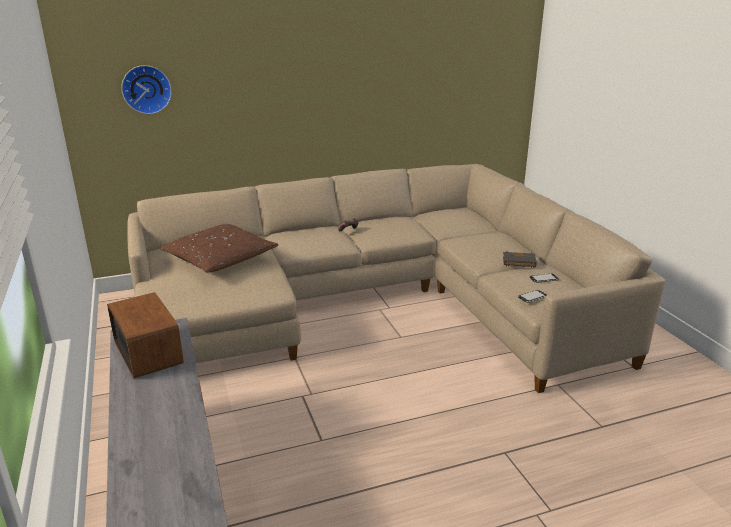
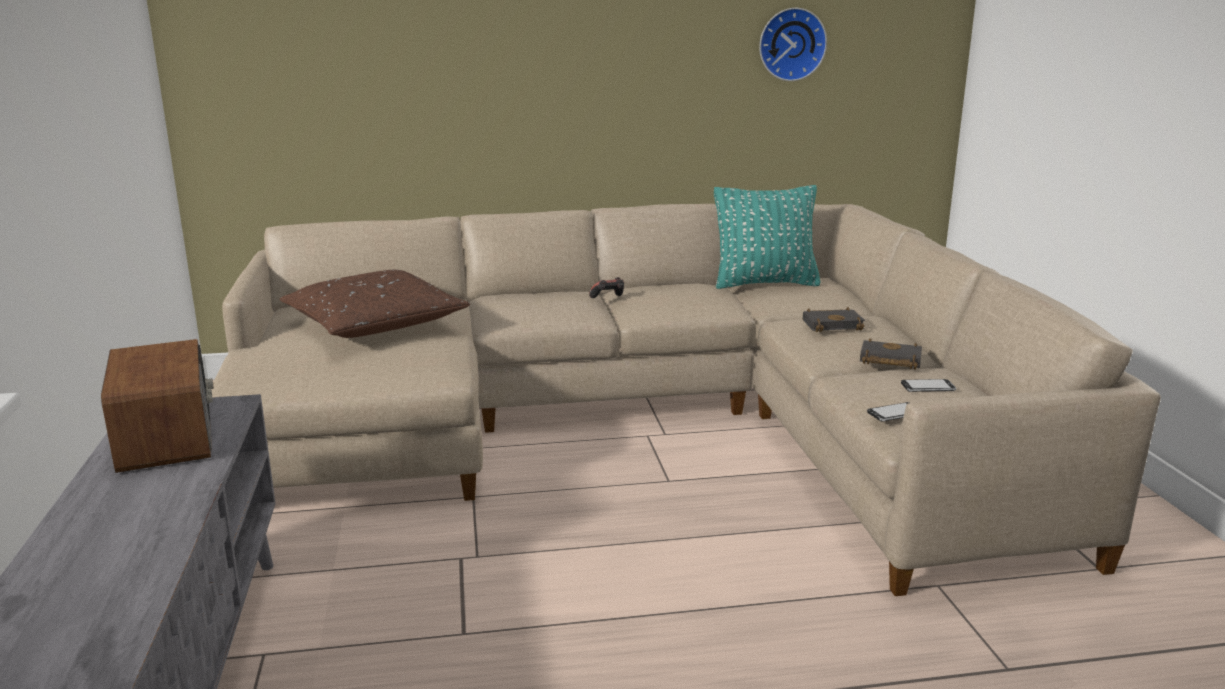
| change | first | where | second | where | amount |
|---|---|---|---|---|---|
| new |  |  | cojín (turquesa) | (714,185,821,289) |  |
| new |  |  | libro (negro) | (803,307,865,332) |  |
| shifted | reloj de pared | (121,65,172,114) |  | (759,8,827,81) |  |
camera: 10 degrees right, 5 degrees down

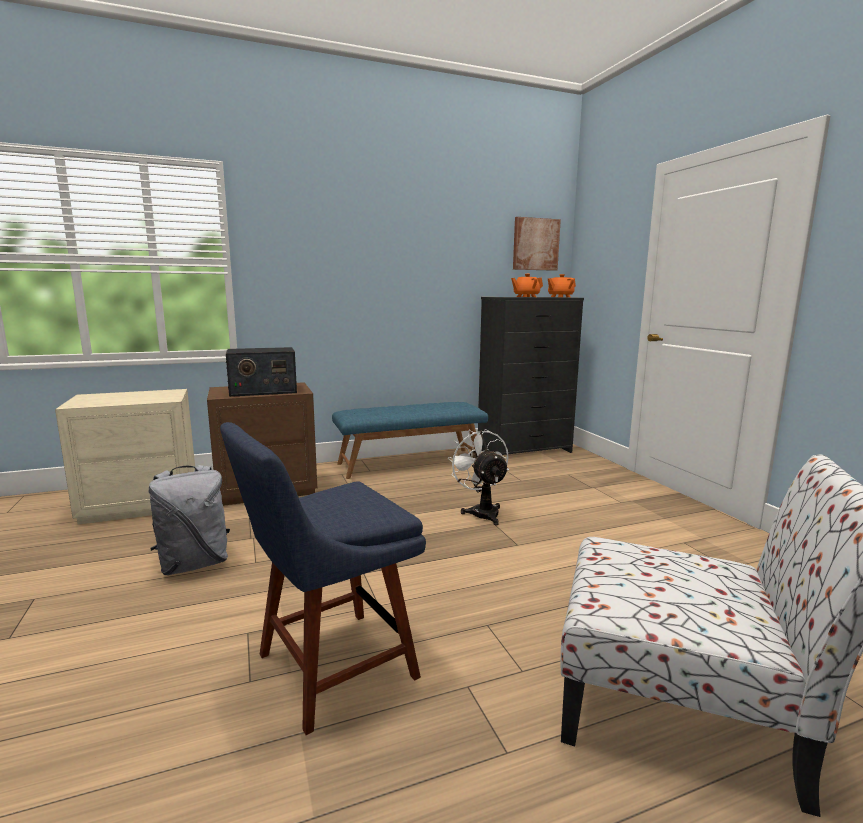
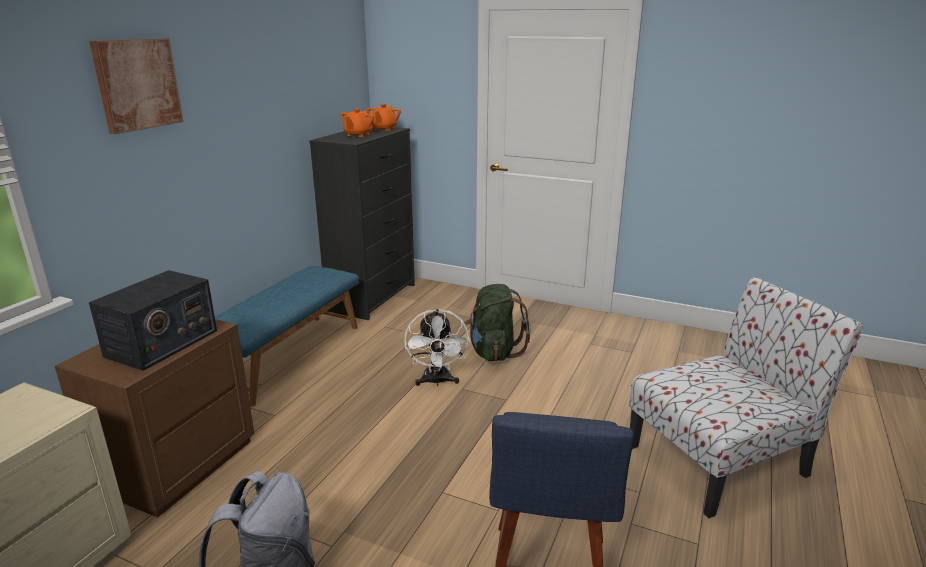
| change | first | where | second | where | amount |
|---|---|---|---|---|---|
| new |  |  | mochila (verde) | (464,284,531,361) |  |
| shifted | cuadro | (513,217,561,271) |  | (89,38,183,134) |  |
| rotated | ventilador (blanco) | (448,429,509,525) |  | (404,309,470,386) | 120 degrees counterclockwise |
camera: 45 degrees left, 10 degrees up

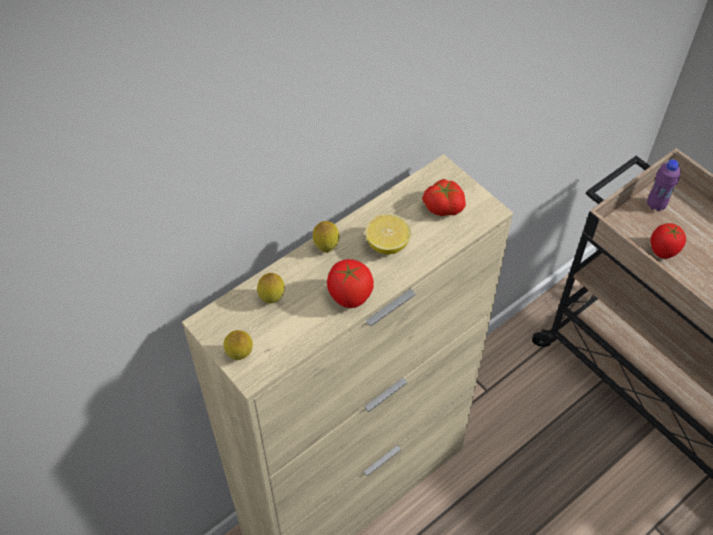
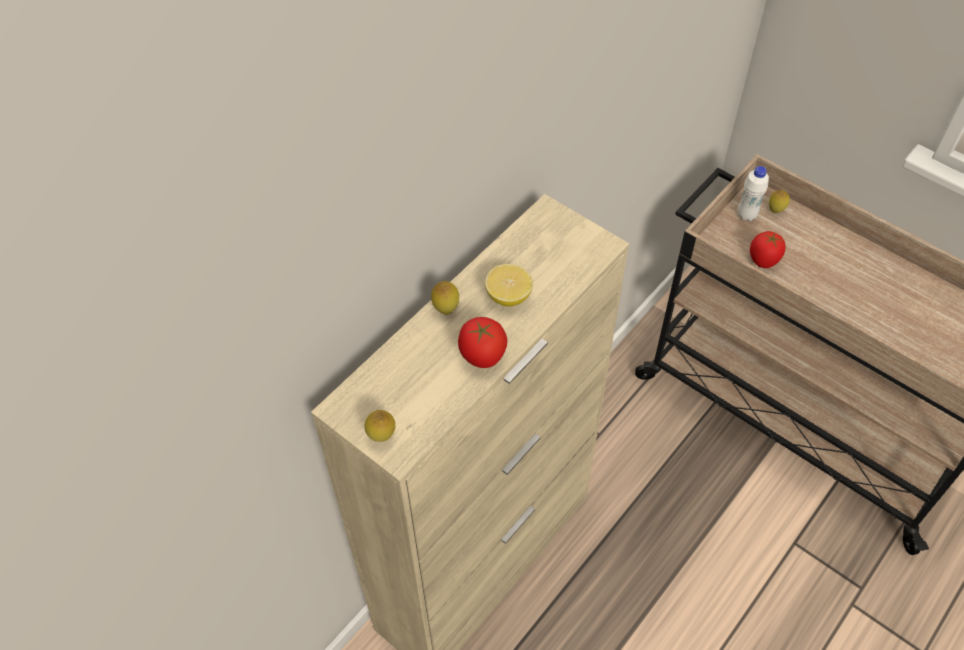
| change | first | where | second | where | amount |
|---|---|---|---|---|---|
| gone | tomate | (422,179,466,216) |  |  |  |
| shifted | limón | (257,273,285,304) |  | (769,190,790,213) |  |
| repainted | botella (morado) | (647,159,681,211) | botella (blanco) | (738,166,769,221) |  |
camera: 10 degrees left, 0 degrees up

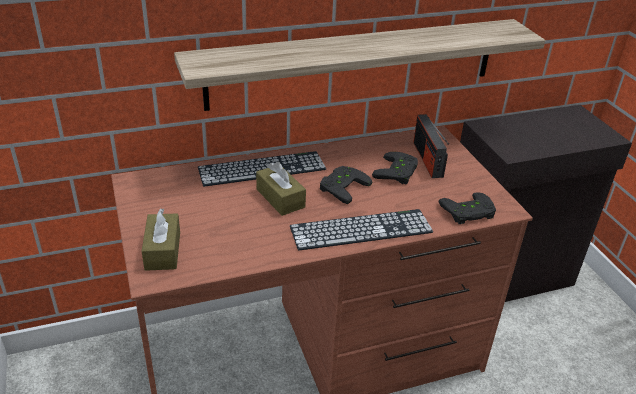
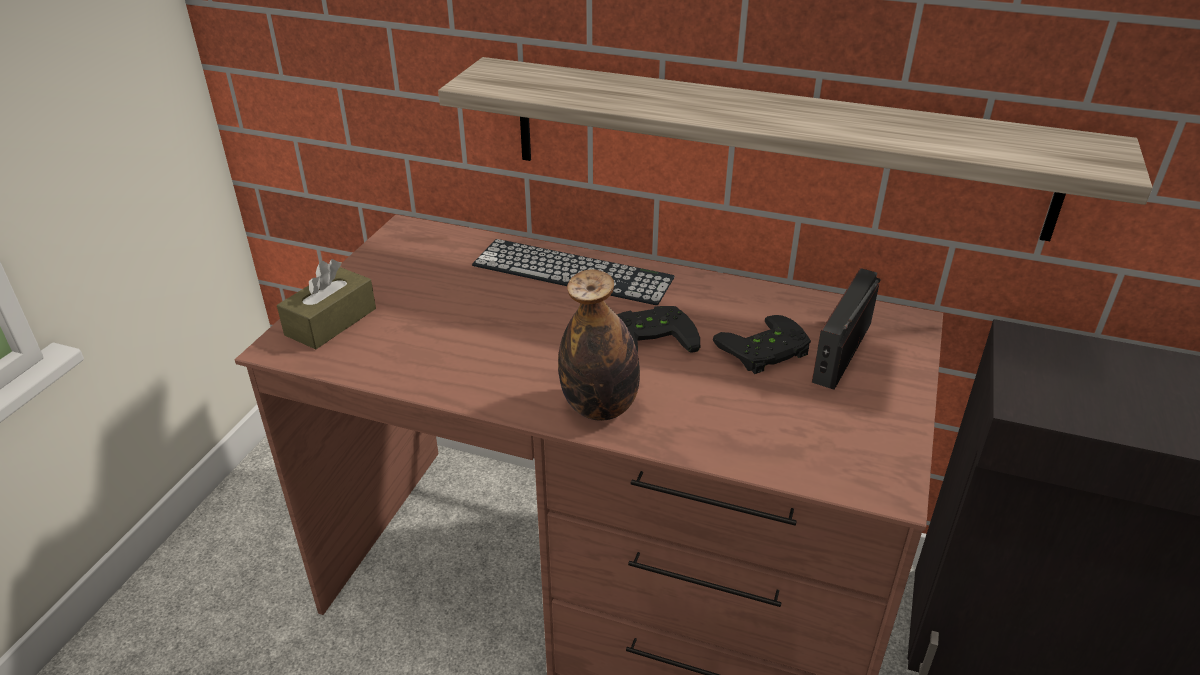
| change | first | where | second | where | amount |
|---|---|---|---|---|---|
| gone | caja de pañuelos (marrón) | (256,162,306,216) |  |  |  |
| gone | mando de consola (negro) | (438,192,496,224) |  |  |  |
| swapped | teclado | (290,209,433,251) | botella | (558,270,640,421) |  |
camera: 40 degrees right, 0 degrees up

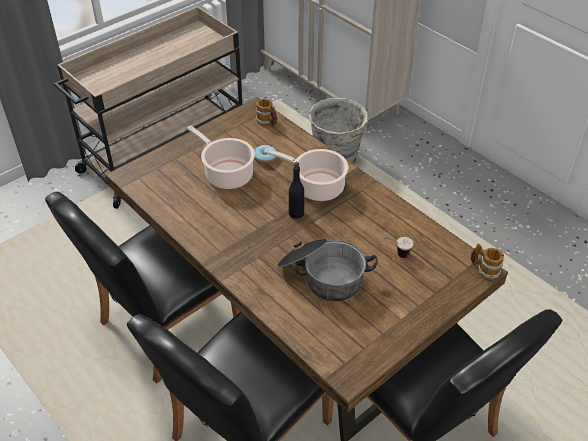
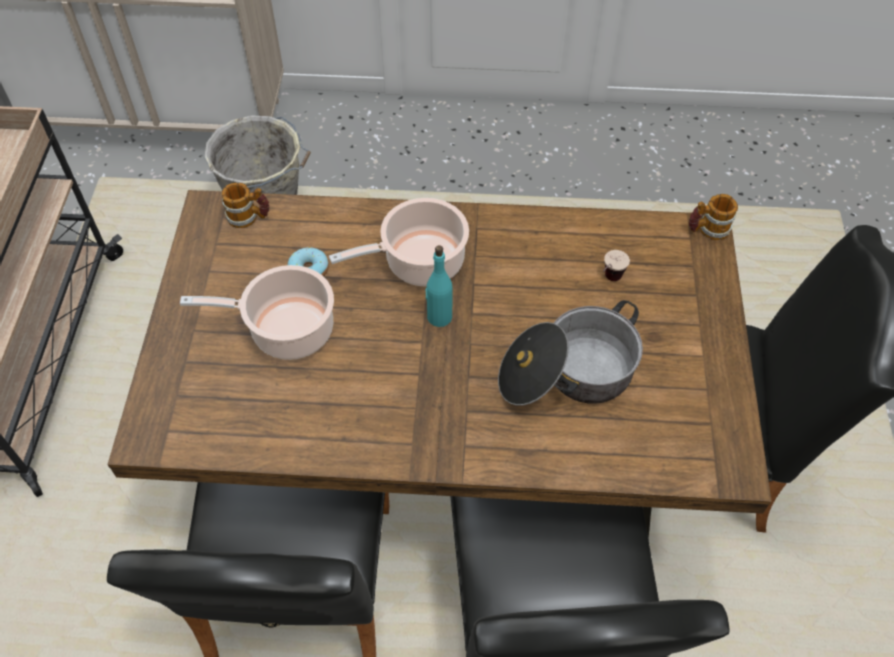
| change | first | where | second | where | amount |
|---|---|---|---|---|---|
| repainted | botella (negro) | (289,162,304,219) | botella (turquesa) | (426,245,453,327) |  |
camera: 45 degrees left, 10 degrees up

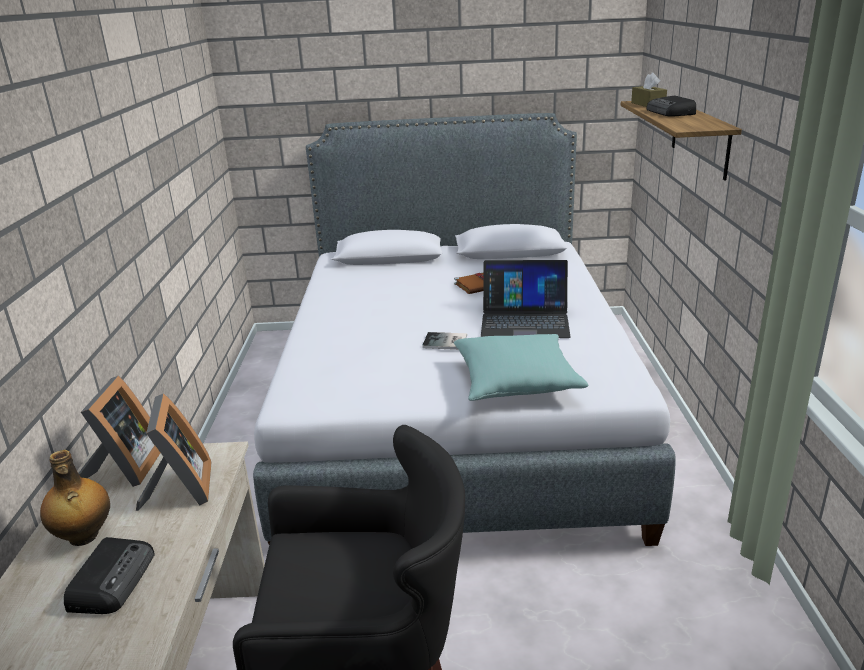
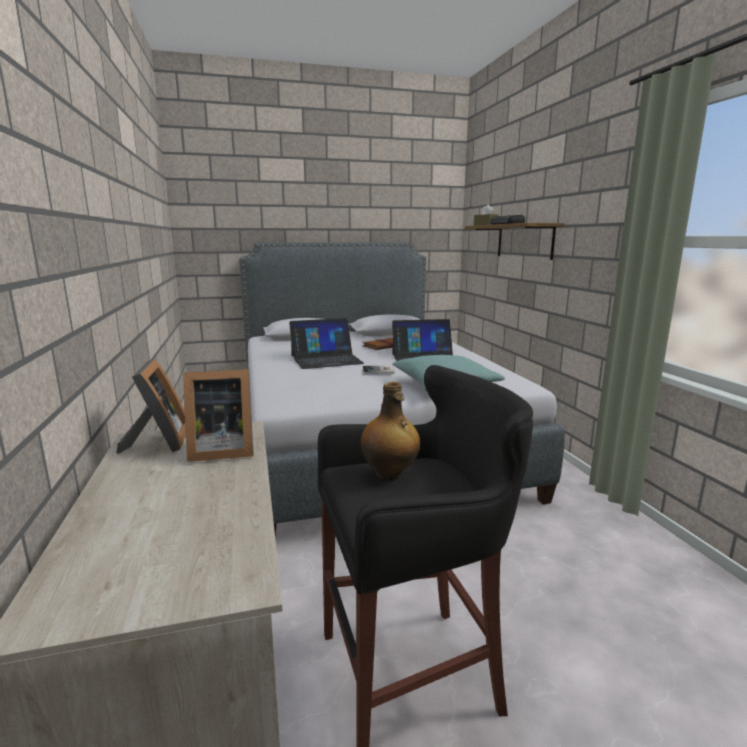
| change | first | where | second | where | amount |
|---|---|---|---|---|---|
| gone | radio | (64,537,155,614) |  |  |  |
| new |  |  | portátil | (289,318,364,369) |  |
| shifted | botella | (40,450,110,546) |  | (360,382,420,480) |  |
| rotated | portarretratos | (136,393,211,511) |  | (184,369,254,462) | 105 degrees clockwise |
camera: 15 degrees left, 10 degrees down

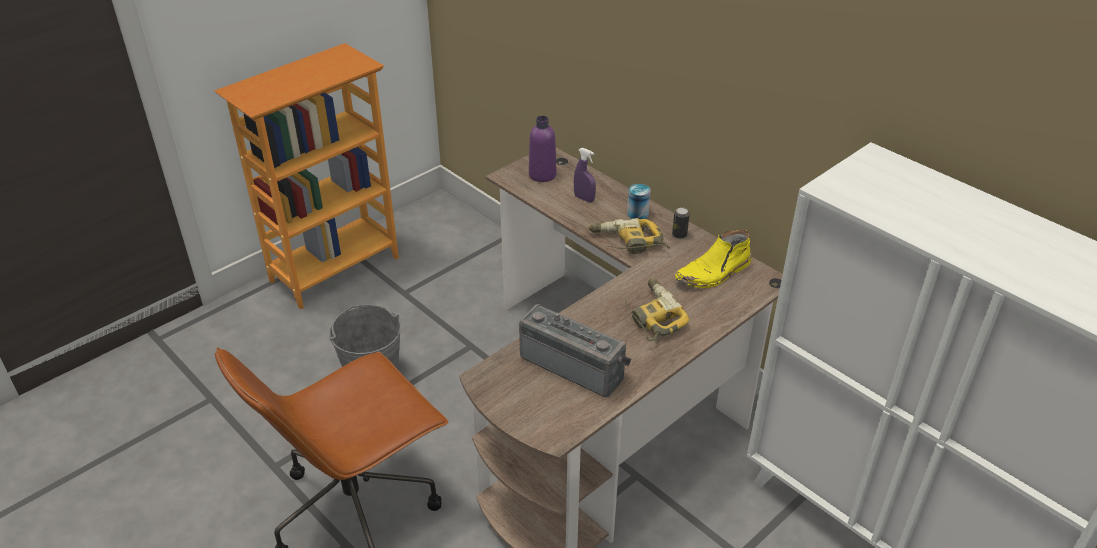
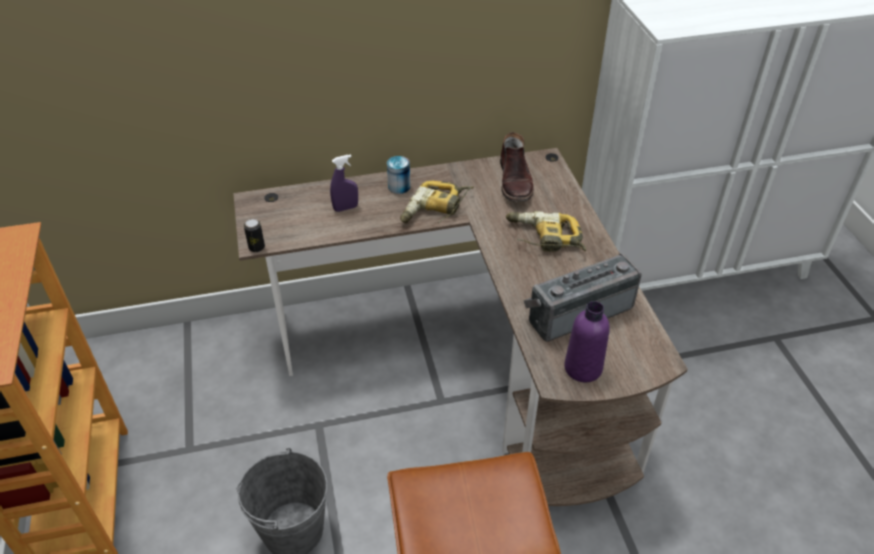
| change | first | where | second | where | amount |
|---|---|---|---|---|---|
| shifted | botella (morado) | (529,116,557,182) |  | (564,301,610,382) |  |
| shifted | lata | (672,207,690,239) |  | (244,219,265,252) |  |
| repainted | bota (amarillo) | (675,230,751,288) | bota (marrón) | (500,132,534,202) |  |
camera: 60 degrees left, 5 degrees up

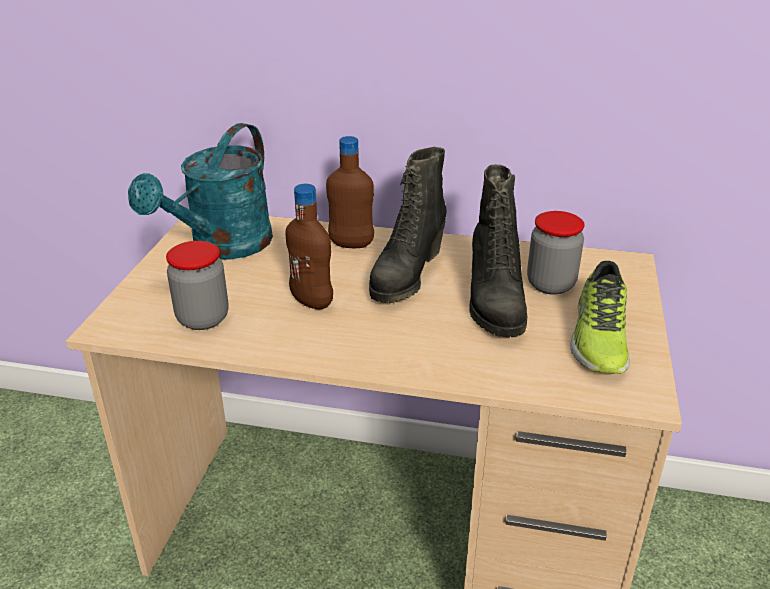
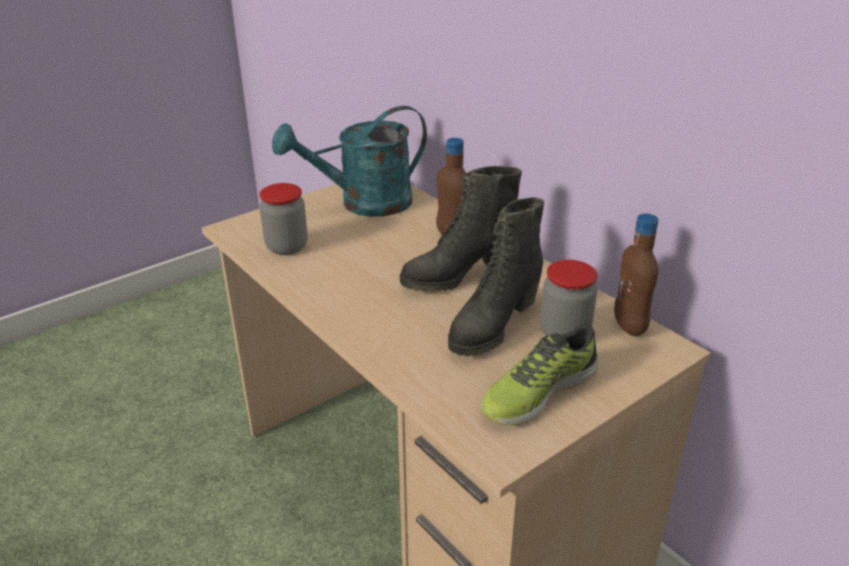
| change | first | where | second | where | amount |
|---|---|---|---|---|---|
| shifted | botella (marrón) | (286,184,333,309) |  | (614,214,659,336) |  |
camera: 40 degrees right, 0 degrees up

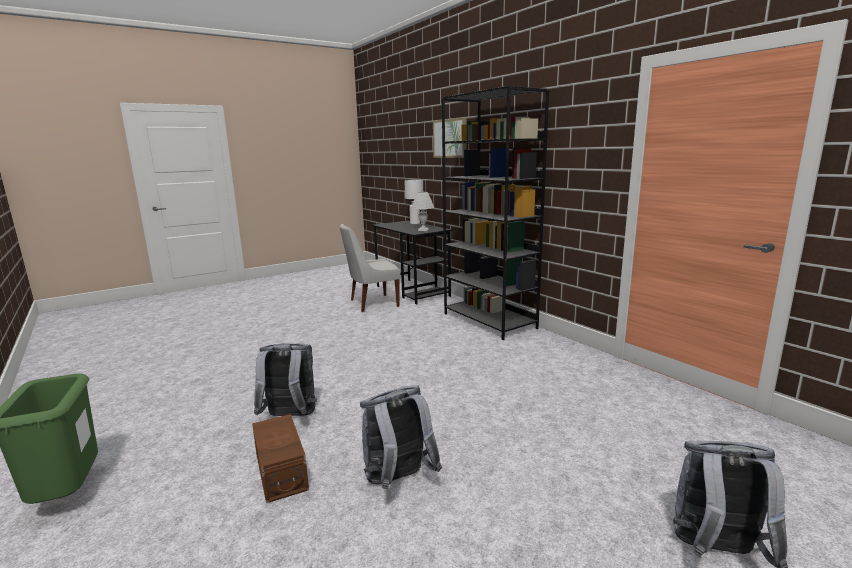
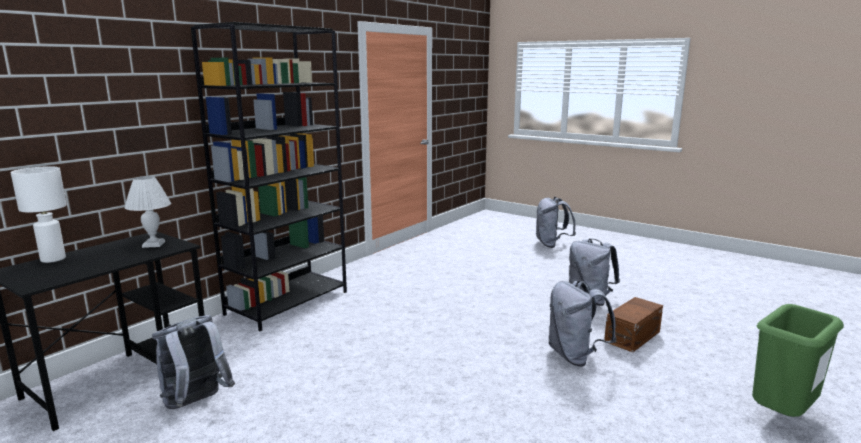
| change | first | where | second | where | amount |
|---|---|---|---|---|---|
| gone | cuadro | (433,117,466,158) |  |  |  |
| swapped | silla (blanco) | (340,224,401,312) | mochila (gris) | (152,315,235,409) |  |
camera: 110 degrees left, 0 degrees up

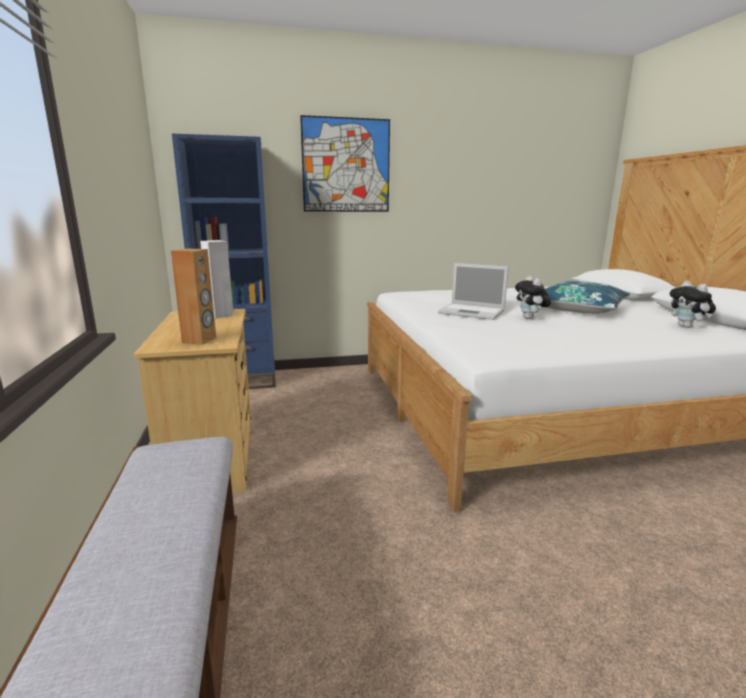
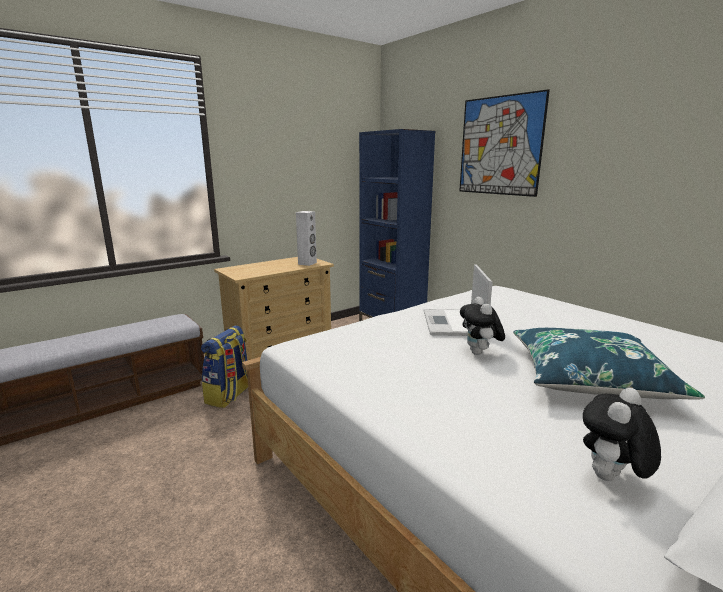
| change | first | where | second | where | amount |
|---|---|---|---|---|---|
| gone | altavoz (marrón) | (171,248,216,345) |  |  |  |
| new |  |  | mochila | (201,325,248,408) |  |
| rotated | peluche | (515,276,551,319) |  | (460,297,505,355) | 60 degrees counterclockwise |
camera: 65 degrees right, 0 degrees up

